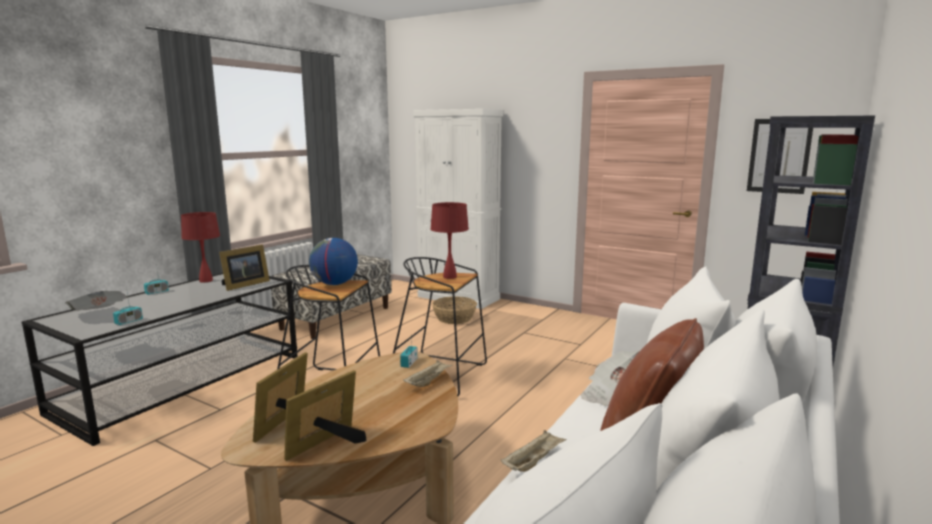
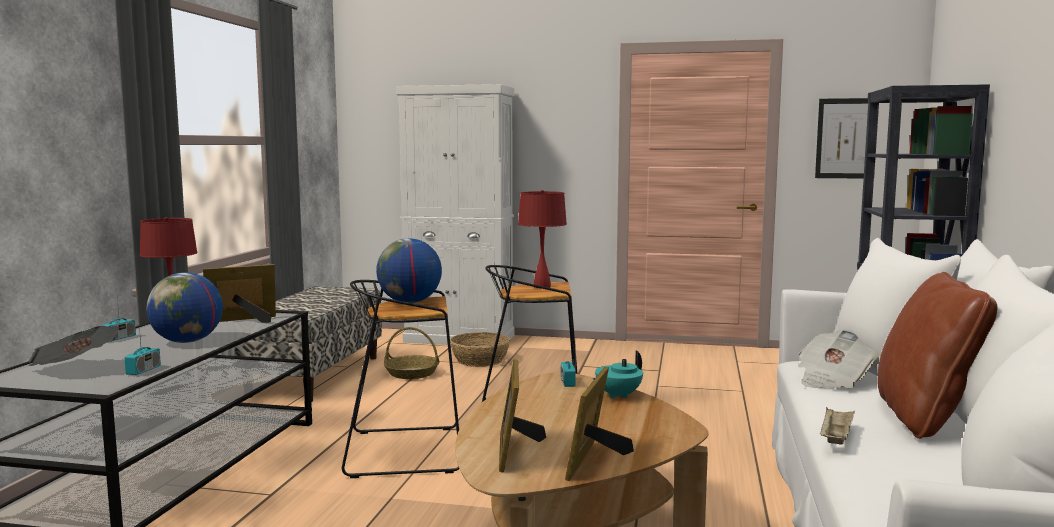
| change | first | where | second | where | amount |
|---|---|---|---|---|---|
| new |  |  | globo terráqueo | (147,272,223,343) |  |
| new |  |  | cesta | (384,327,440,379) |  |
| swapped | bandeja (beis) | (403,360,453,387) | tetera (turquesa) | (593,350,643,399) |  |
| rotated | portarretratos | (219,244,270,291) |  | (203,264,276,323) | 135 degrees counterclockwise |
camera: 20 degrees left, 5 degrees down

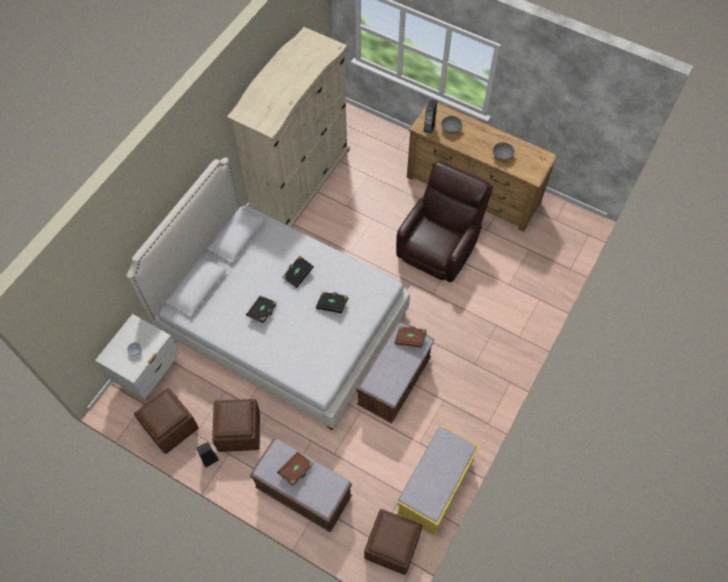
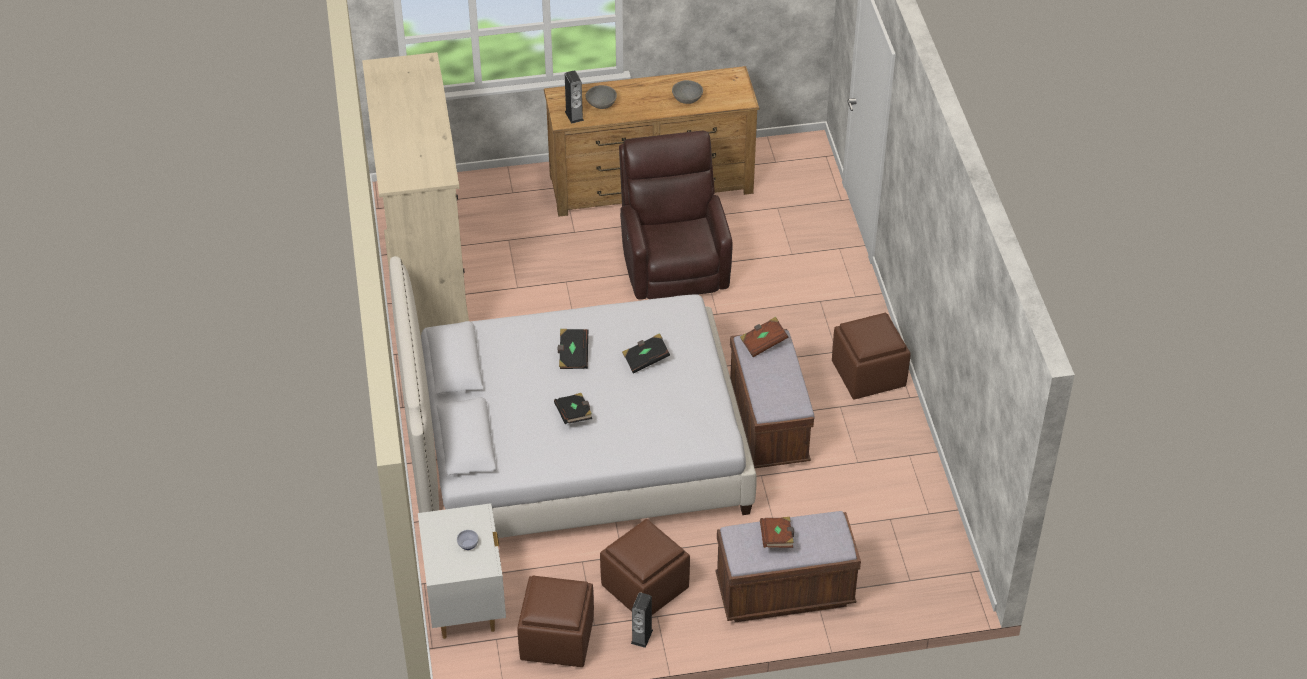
| change | first | where | second | where | amount |
|---|---|---|---|---|---|
| gone | banco (amarillo) | (396,425,480,536) |  |  |  |
| shifted | puf (marrón) | (364,509,423,575) |  | (832,313,911,400) |  |
camera: 40 degrees left, 15 degrees down

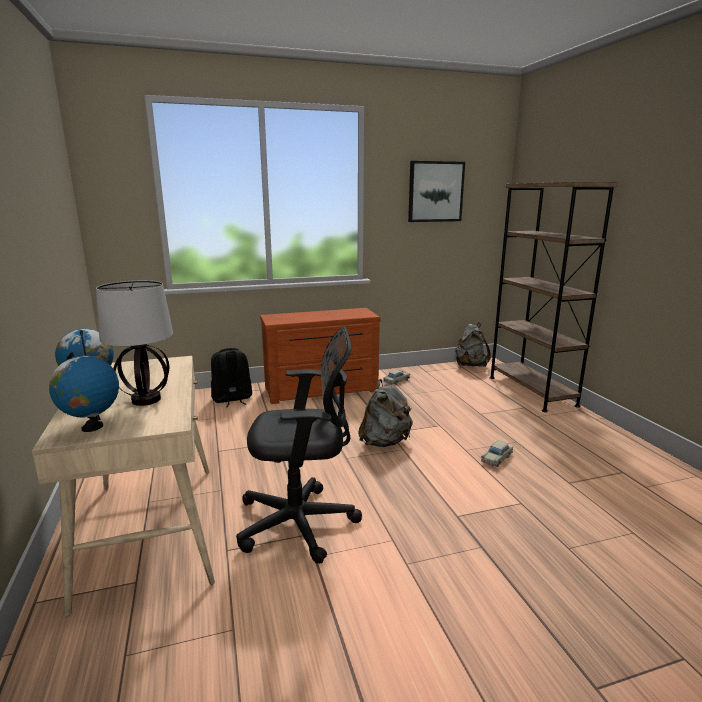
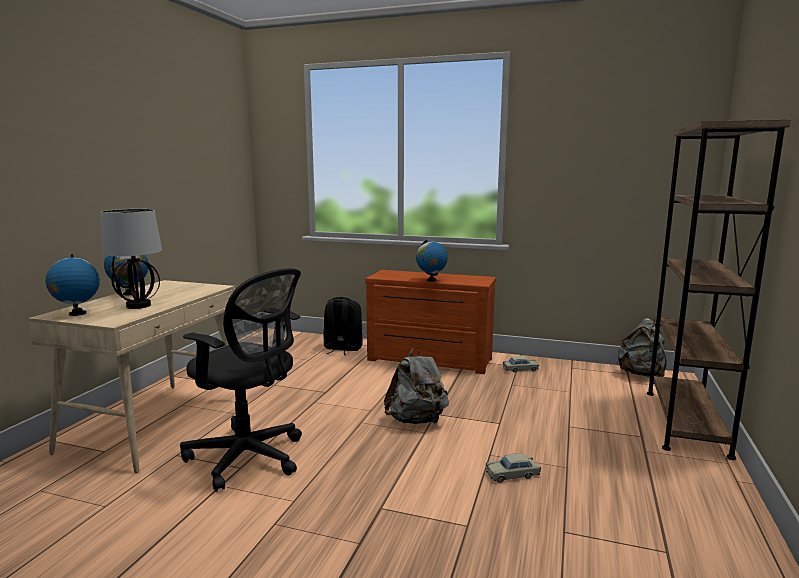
| change | first | where | second | where | amount |
|---|---|---|---|---|---|
| gone | cuadro | (408,161,465,222) |  |  |  |
| new |  |  | globo terráqueo | (416,240,448,282) |  |
camera: 35 degrees right, 5 degrees down

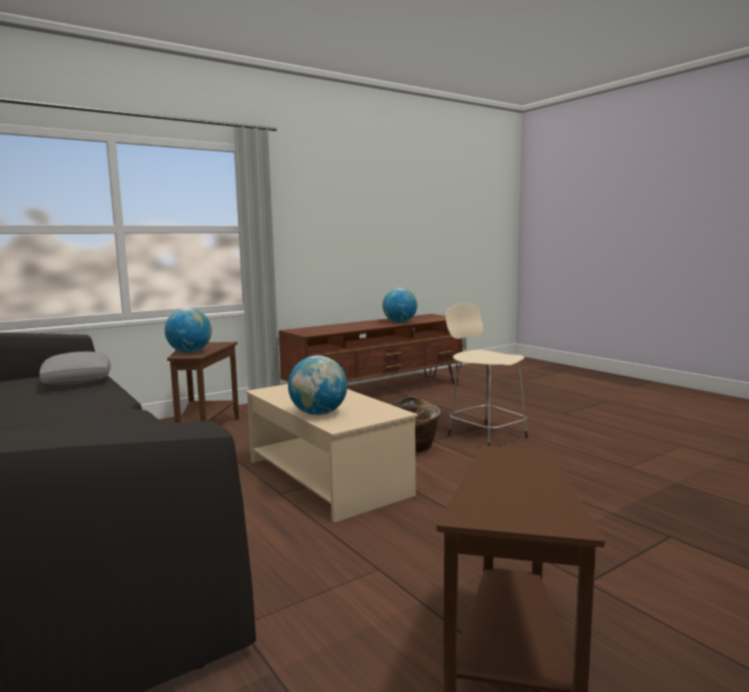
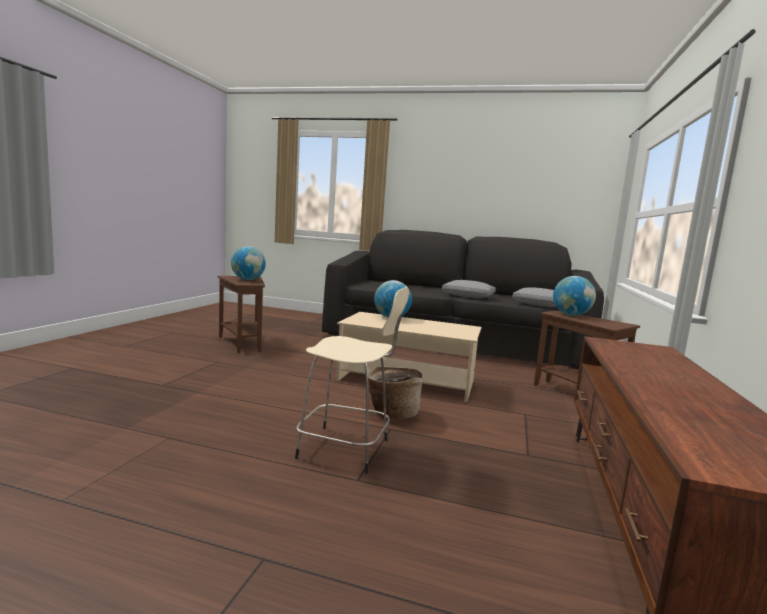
| change | first | where | second | where | amount |
|---|---|---|---|---|---|
| new |  |  | cojín (gris) | (442,280,496,298) |  |
| shifted | globo terráqueo | (383,288,417,323) |  | (231,246,266,280) |  |
camera: 140 degrees right, 0 degrees up

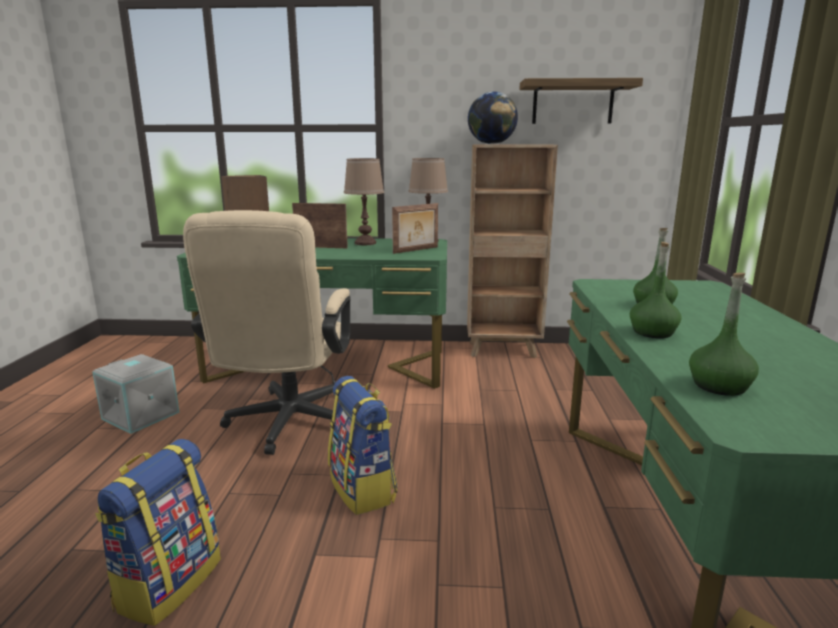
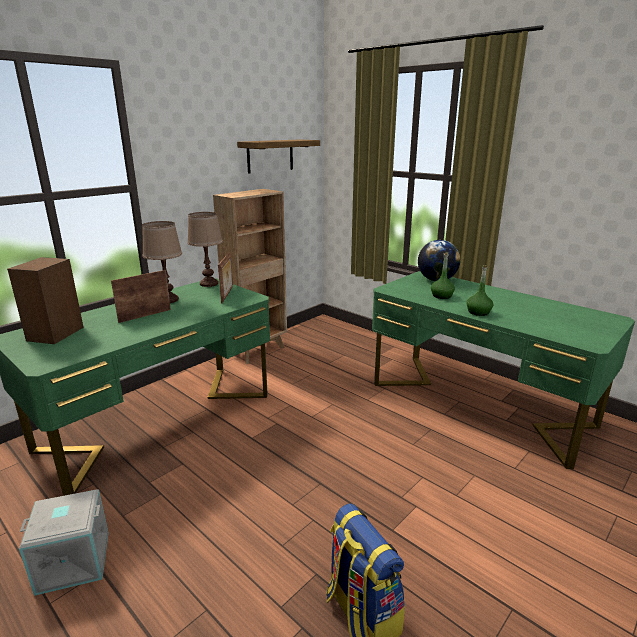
| change | first | where | second | where | amount |
|---|---|---|---|---|---|
| gone | silla de oficina (beis) | (183,210,351,455) |  |  |  |
| gone | mochila | (328,376,398,515) |  |  |  |
| gone | botella (verde) | (689,273,759,396) |  |  |  |
| shifted | globo terráqueo | (468,91,518,144) |  | (418,240,460,281) |  |
camera: 50 degrees left, 5 degrees up

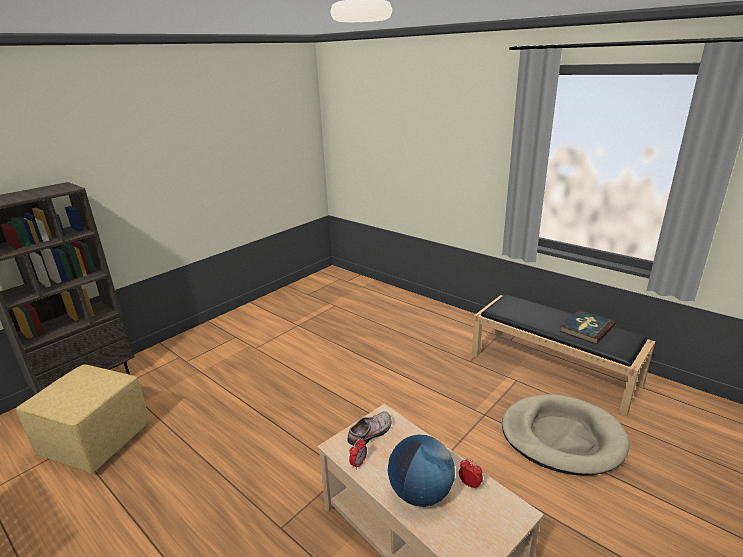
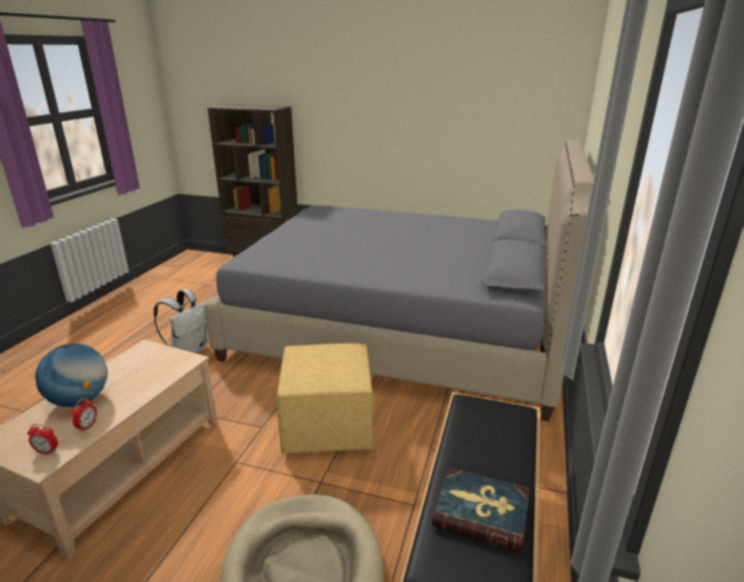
| change | first | where | second | where | amount |
|---|---|---|---|---|---|
| gone | zapato | (348,411,391,446) |  |  |  |
| new |  |  | mochila (blanco) | (154,289,207,354) |  |
| new |  |  | cama (gris) | (204,140,594,421) |  |
| shifted | puf (amarillo) | (16,364,151,474) |  | (277,343,374,454) |  |
| shifted | despertador | (349,438,367,470) |  | (27,424,58,455) |  |
camera: 65 degrees right, 0 degrees up

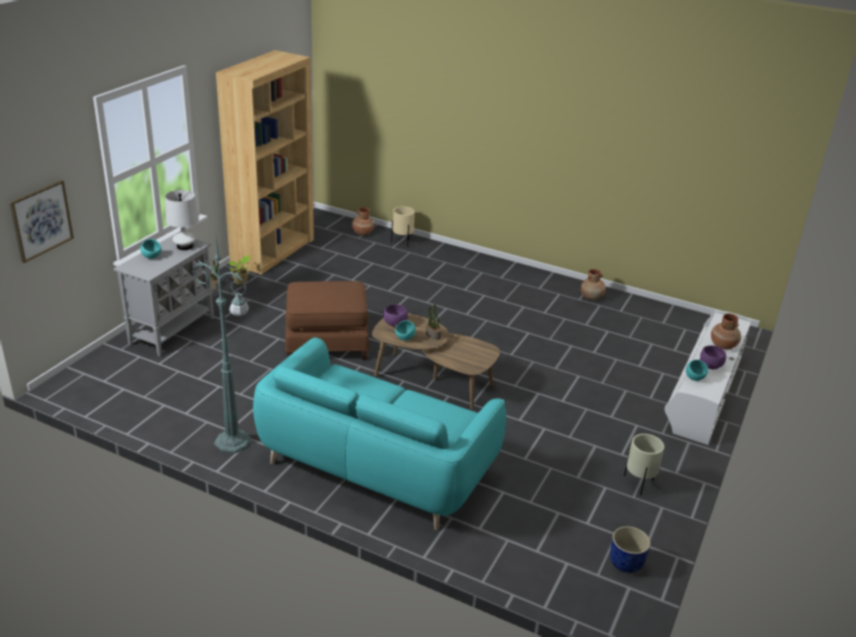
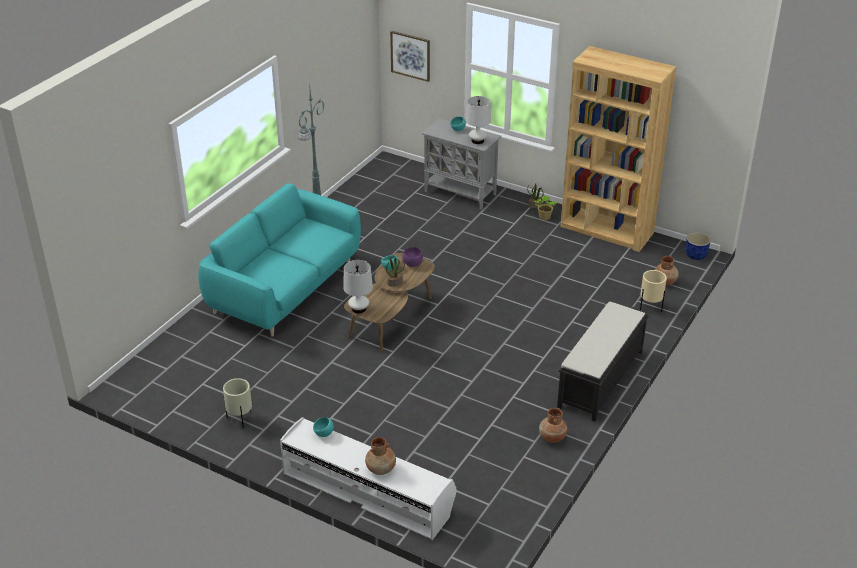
| change | first | where | second | where | amount |
|---|---|---|---|---|---|
| gone | puf (marrón) | (285,281,369,360) |  |  |  |
| gone | cuenco (morado) | (699,346,726,369) |  |  |  |
| new |  |  | lámpara de mesa (blanco) | (343,260,373,313) |  |
| new |  |  | banco (negro) | (557,301,649,422) |  |
| shifted | maceta (azul) | (610,526,650,573) |  | (686,232,711,260) |  |
camera: 95 degrees right, 5 degrees up

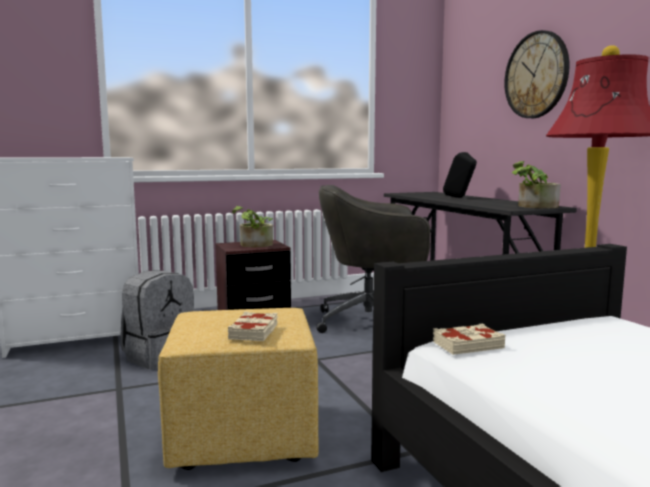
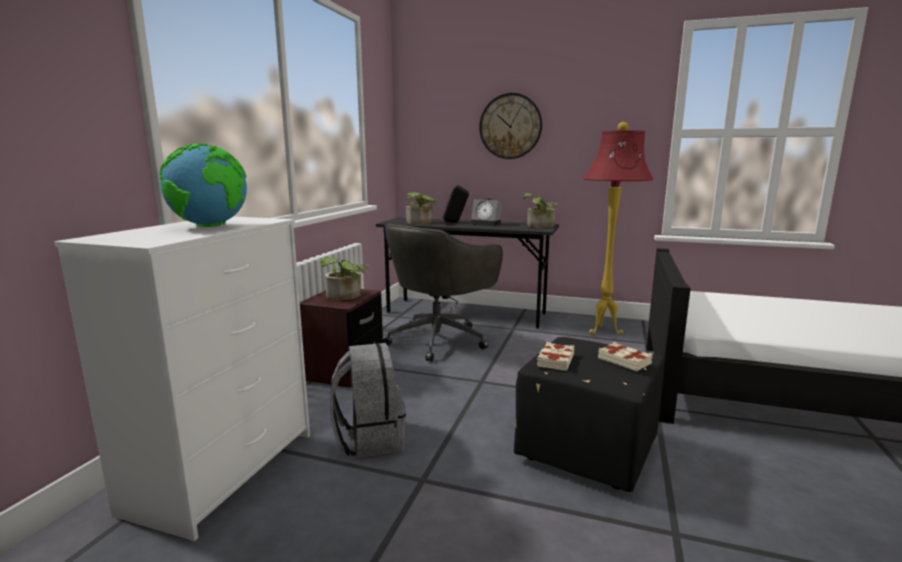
| change | first | where | second | where | amount |
|---|---|---|---|---|---|
| new |  |  | globo terráqueo | (159,143,247,227) |  |
| new |  |  | planta en maceta | (406,192,438,224) |  |
| new |  |  | despertador | (470,198,503,226) |  |
| shifted | libro (beis) | (433,323,505,355) |  | (537,342,575,371) |  |
| repainted | puf (amarillo) | (158,308,318,470) | puf (negro) | (514,337,664,492) |  |
camera: 50 degrees left, 5 degrees up

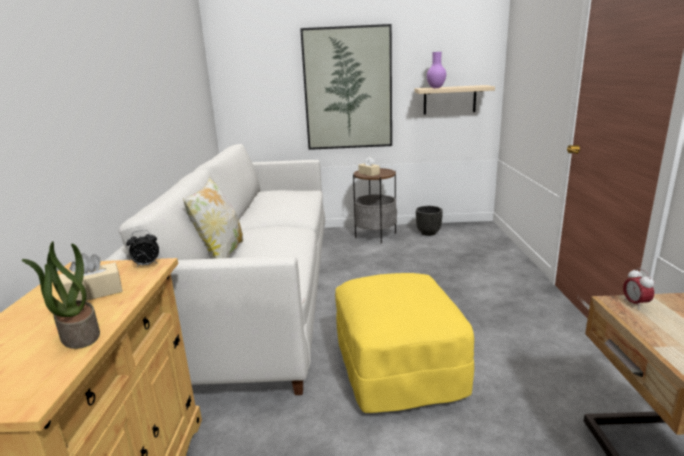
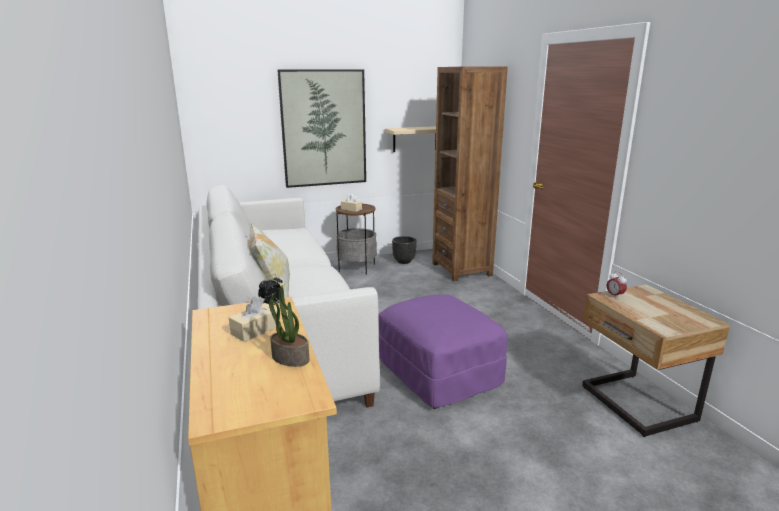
| change | first | where | second | where | amount |
|---|---|---|---|---|---|
| gone | florero (morado) | (427,52,446,88) |  |  |  |
| new |  |  | estantería (marrón) | (432,67,508,281) |  |
| repainted | puf (amarillo) | (335,273,474,413) | puf (morado) | (379,294,507,409) |  |
camera: 20 degrees left, 0 degrees up

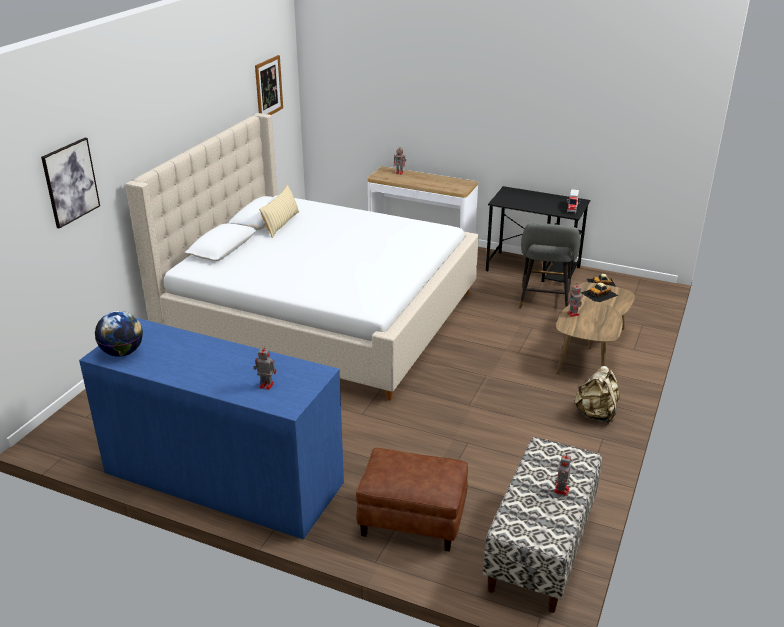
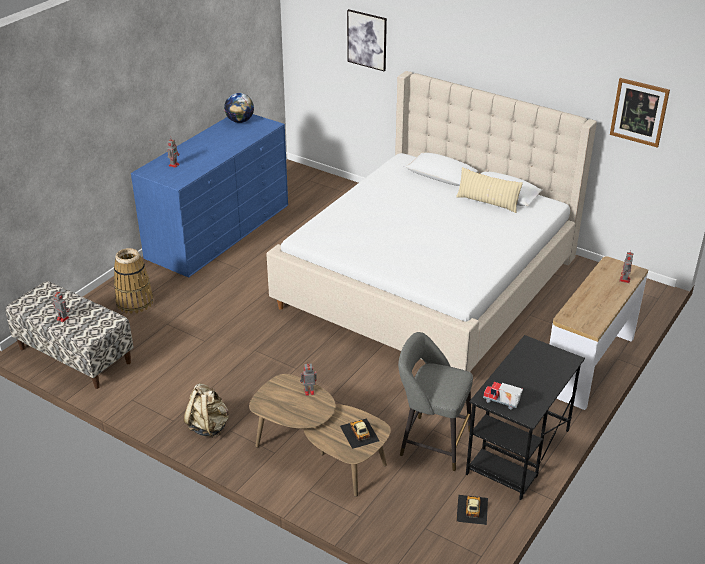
| change | first | where | second | where | amount |
|---|---|---|---|---|---|
| swapped | puf (marrón) | (356,448,468,552) | cesta | (114,248,153,314) |  |
camera: 100 degrees right, 5 degrees up

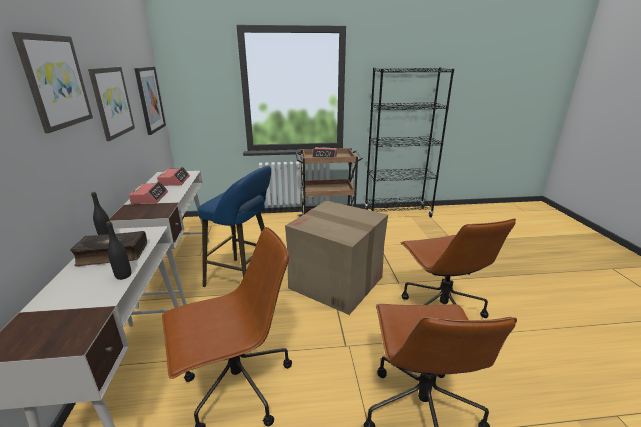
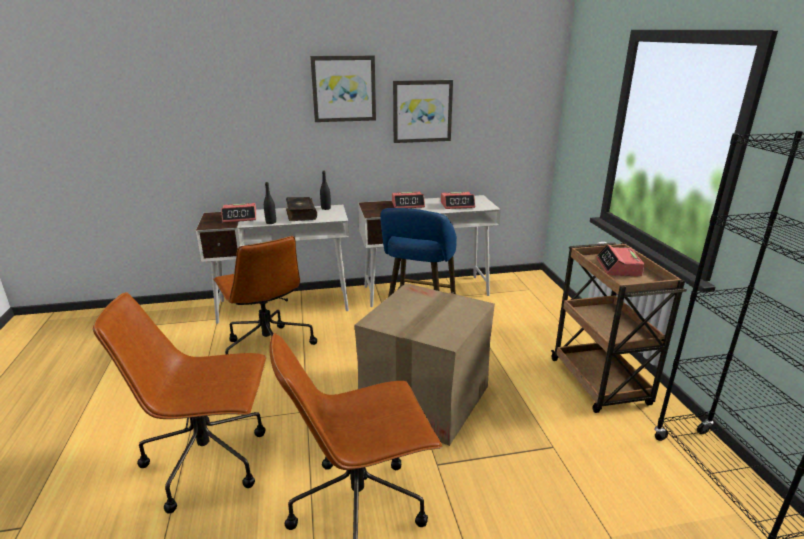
| change | first | where | second | where | amount |
|---|---|---|---|---|---|
| gone | cuadro | (134,67,166,135) |  |  |  |
| new |  |  | despertador | (221,203,256,223) |  |
camera: 85 degrees right, 0 degrees up

